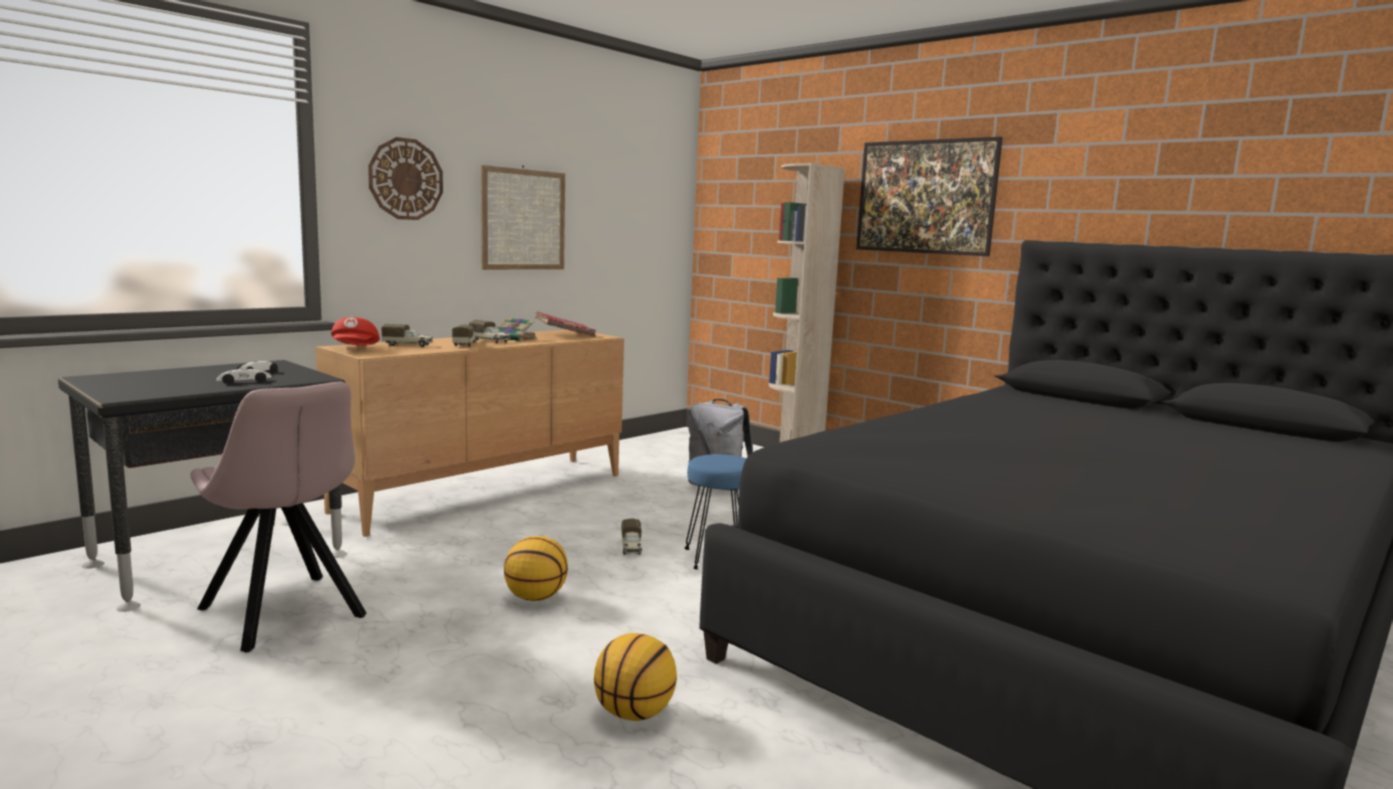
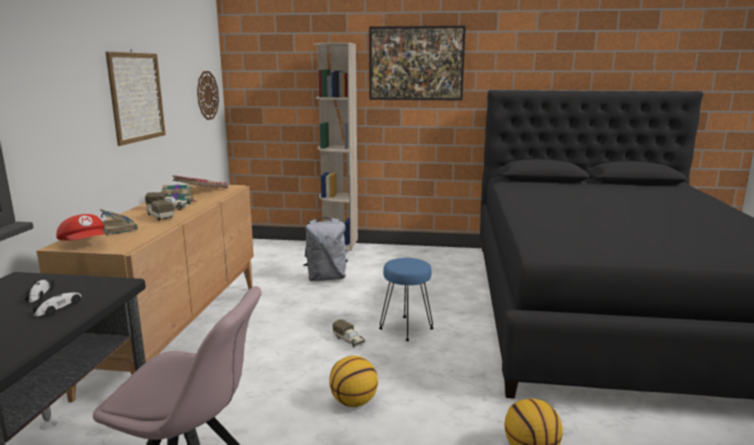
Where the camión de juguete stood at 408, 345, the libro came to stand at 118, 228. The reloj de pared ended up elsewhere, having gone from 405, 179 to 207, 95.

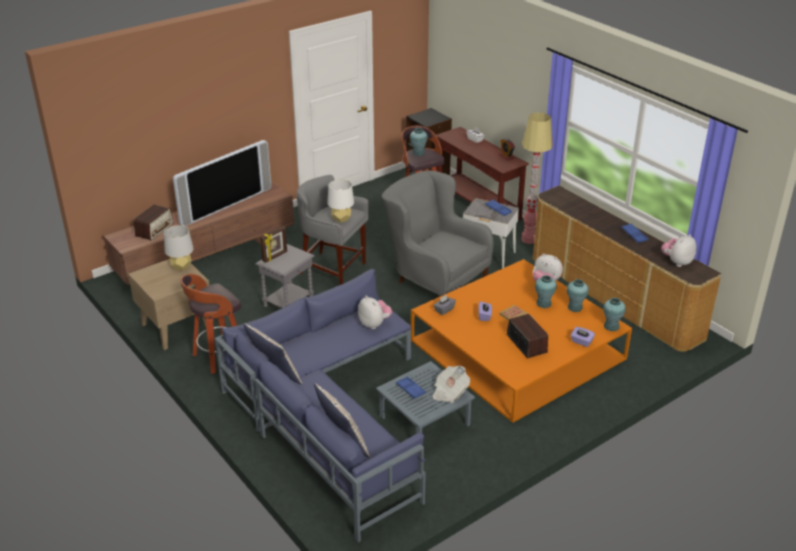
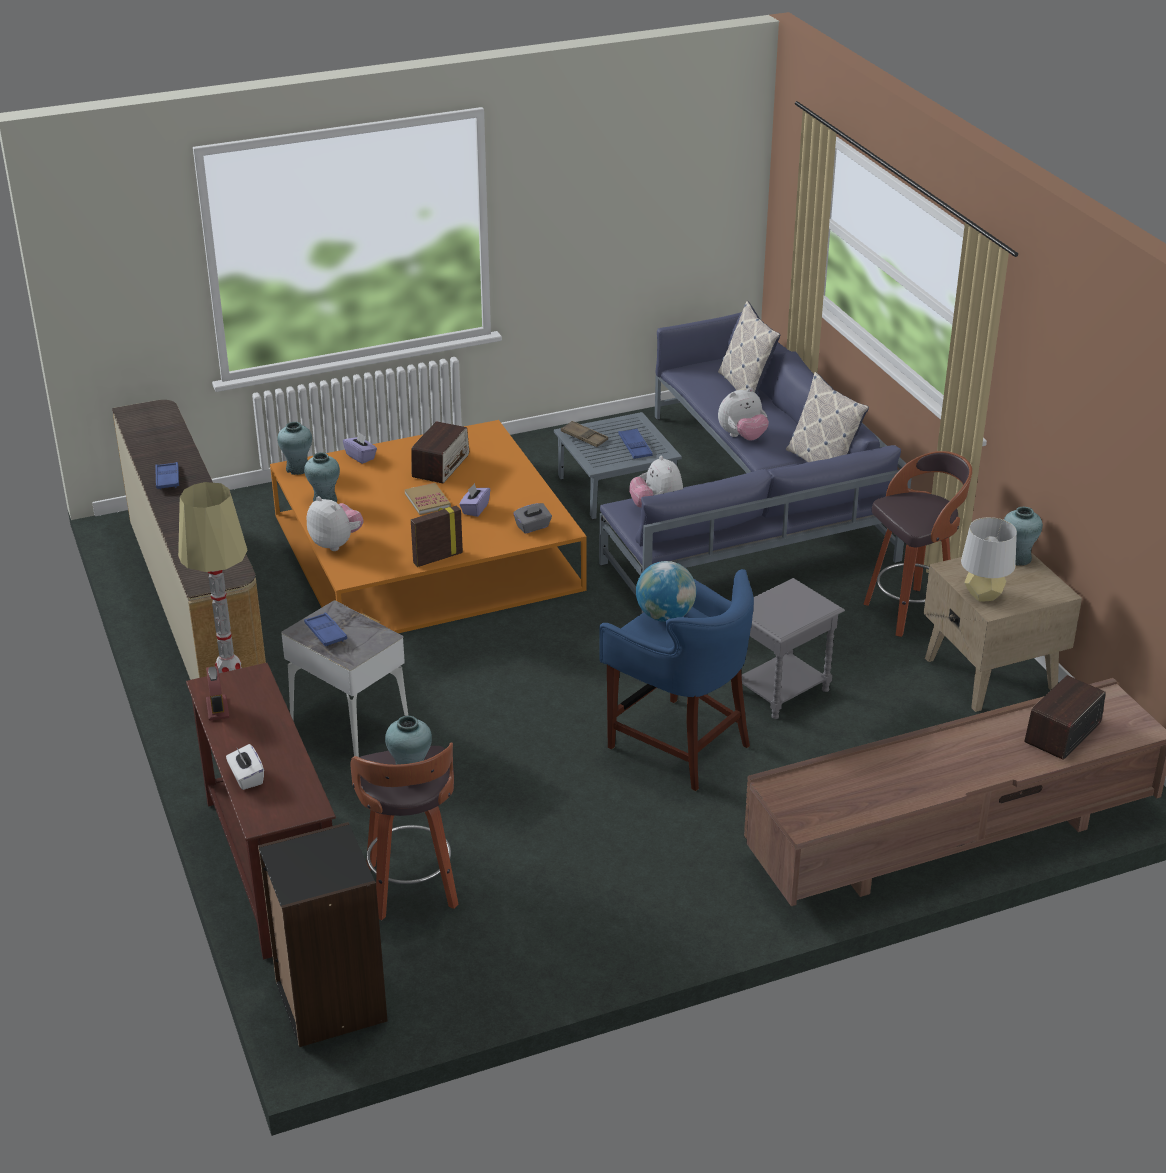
The radio at 526, 343 ended up facing another way, 150 degrees counterclockwise from before. The portarretratos ended up elsewhere, having gone from 275, 256 to 437, 558. Where the periódico stood at 449, 392, the bandeja [marrón] came to stand at 584, 437. What was the taburete [gris] at 333, 270 turned into the taburete [azul] at 679, 744. Where the lámpara de mesa [blanco] stood at 341, 219, the globo terráqueo came to stand at 665, 616. The peluche ended up elsewhere, having gone from 677, 262 to 742, 437. The florero [turquesa] ended up elsewhere, having gone from 543, 303 to 1017, 558. The second view lost the televisor at 225, 205. The second view lost the sillón [gris] at 433, 279.

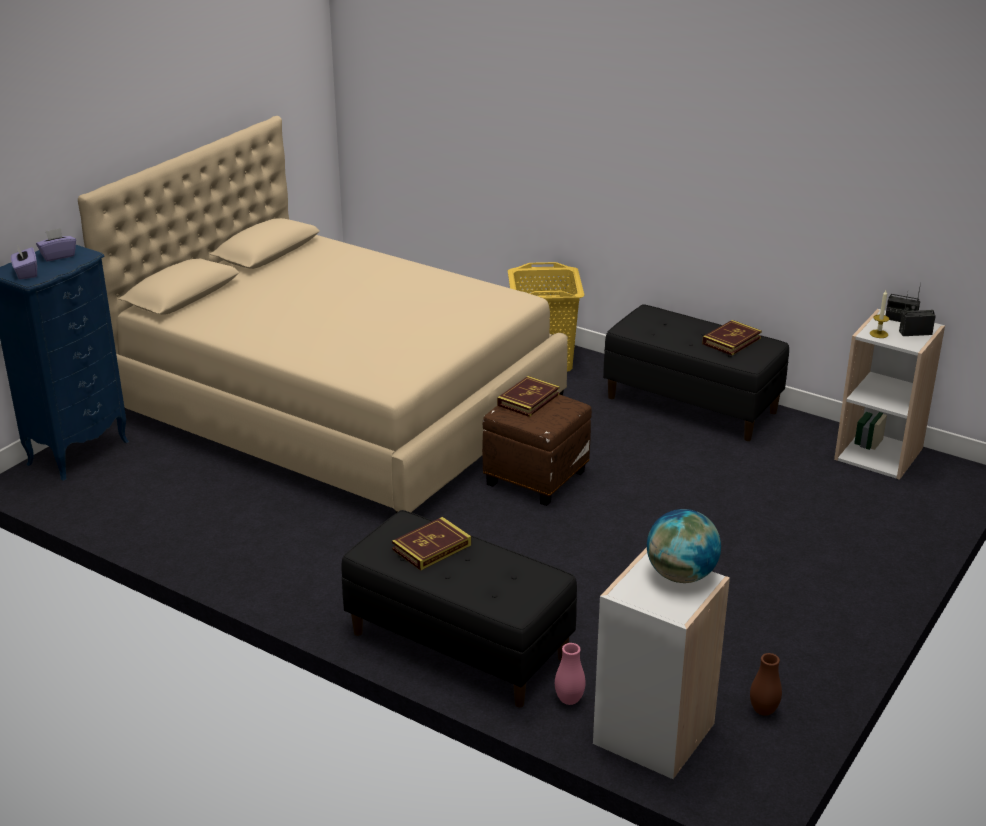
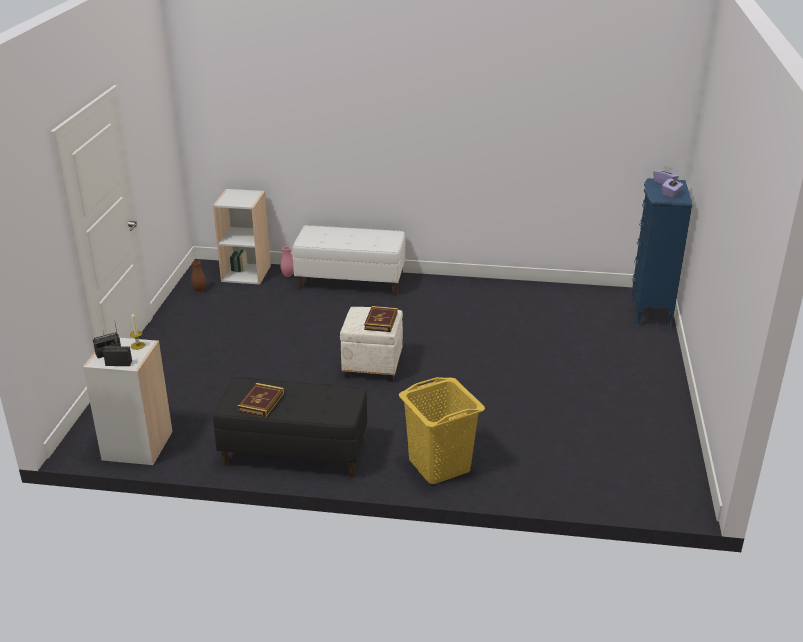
What was the banco [negro] at 457, 645 turned into the banco [blanco] at 351, 281. What was the puf [marrón] at 536, 477 turned into the puf [blanco] at 373, 366. The second view lost the cama [beis] at 339, 409. The second view lost the libro at 431, 547. The second view lost the globo terráqueo at 681, 575.

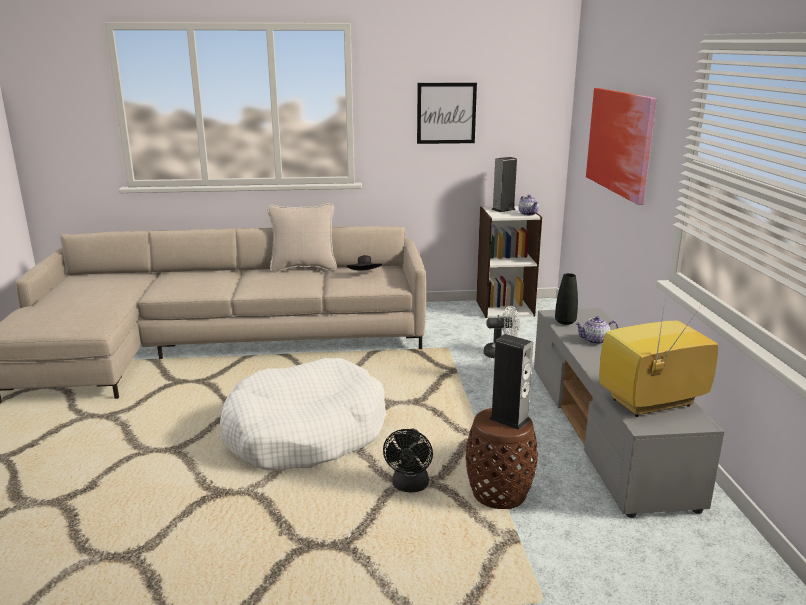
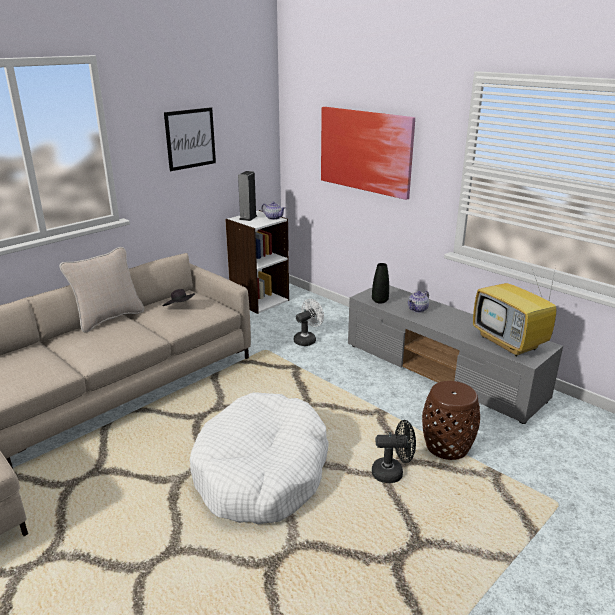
The ventilador [negro] at 409, 486 ended up facing another way, 60 degrees counterclockwise from before. The televisor at 650, 404 ended up facing another way, 60 degrees counterclockwise from before. The second view lost the altavoz at 509, 419.

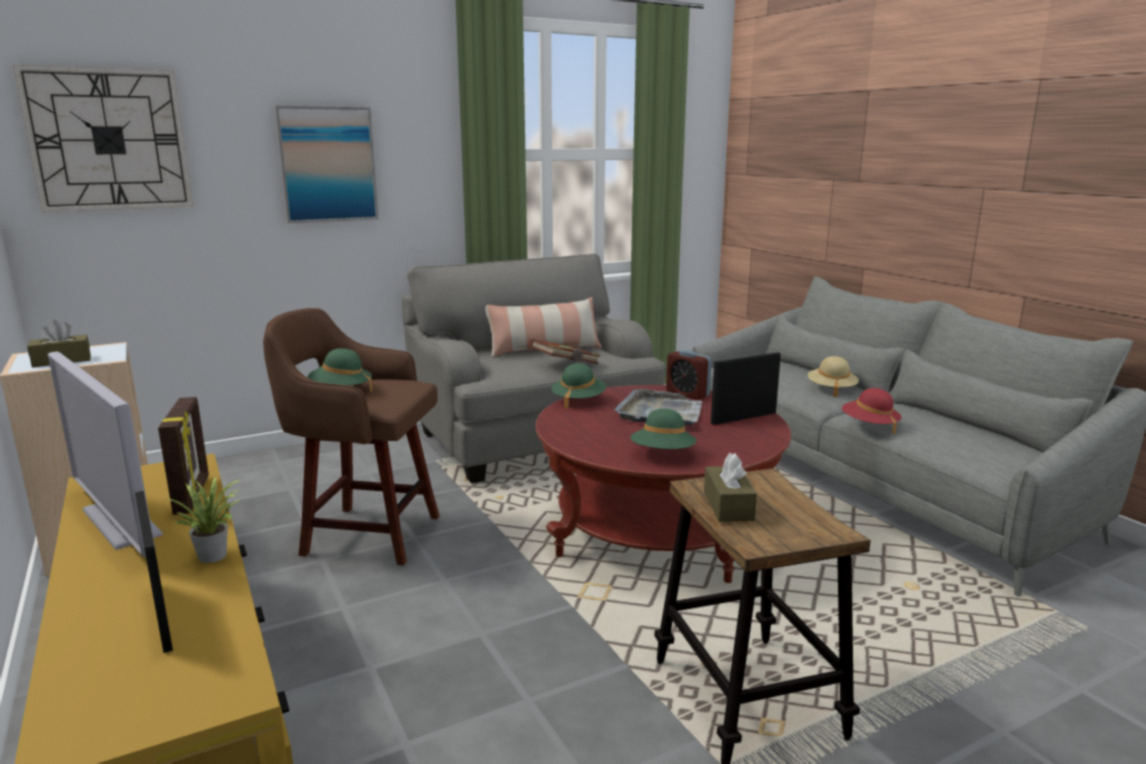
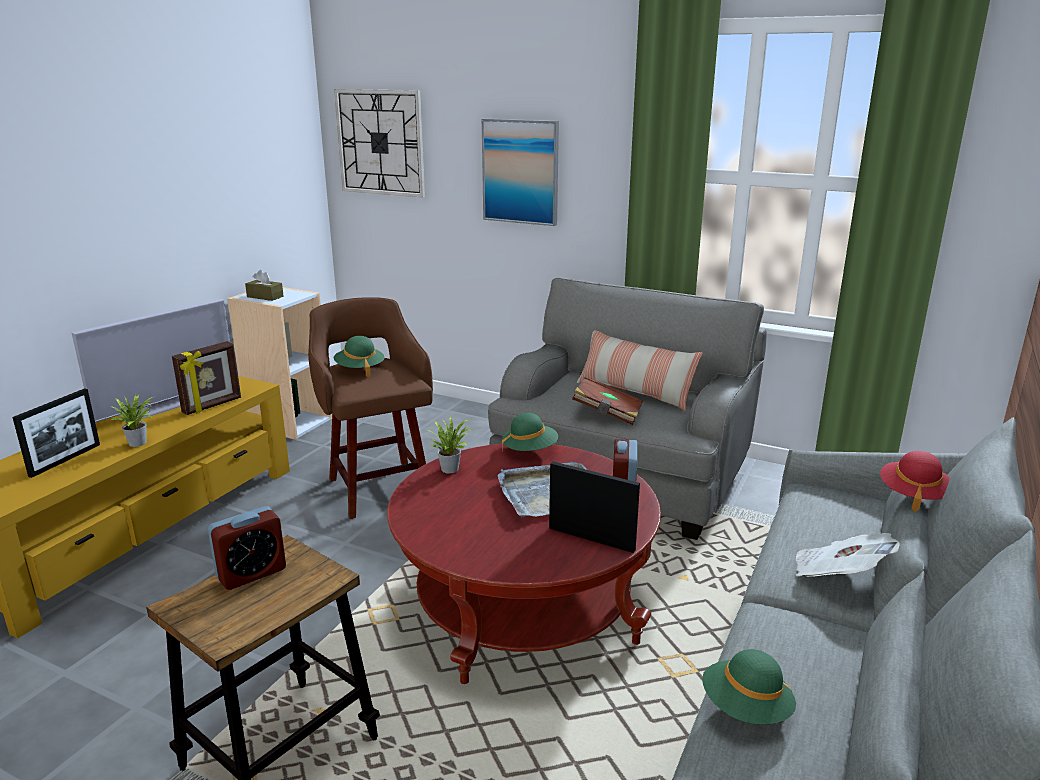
The televisor at 121, 522 ended up facing another way, 150 degrees counterclockwise from before. Where the caja de pañuelos [marrón] stood at 728, 506, the despertador came to stand at 251, 573. The second view gained the planta en maceta at 450, 468. The sombrero [verde] ended up elsewhere, having gone from 663, 454 to 746, 708. Where the sombrero [beis] stood at 831, 389, the periódico came to stand at 837, 575. The sombrero [rojo] ended up elsewhere, having gone from 869, 425 to 913, 495.

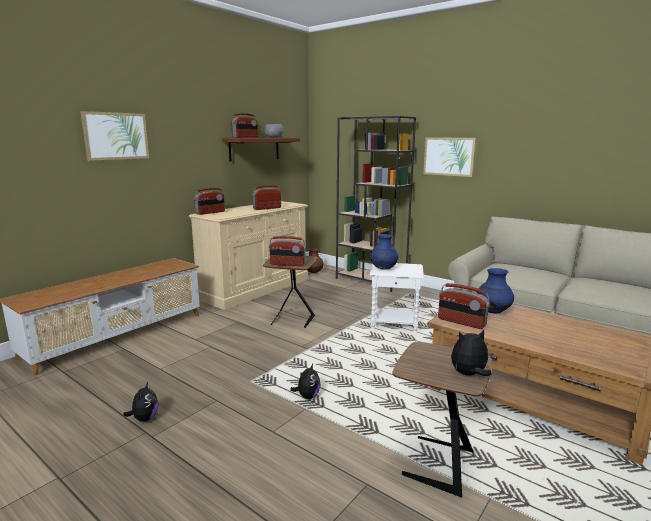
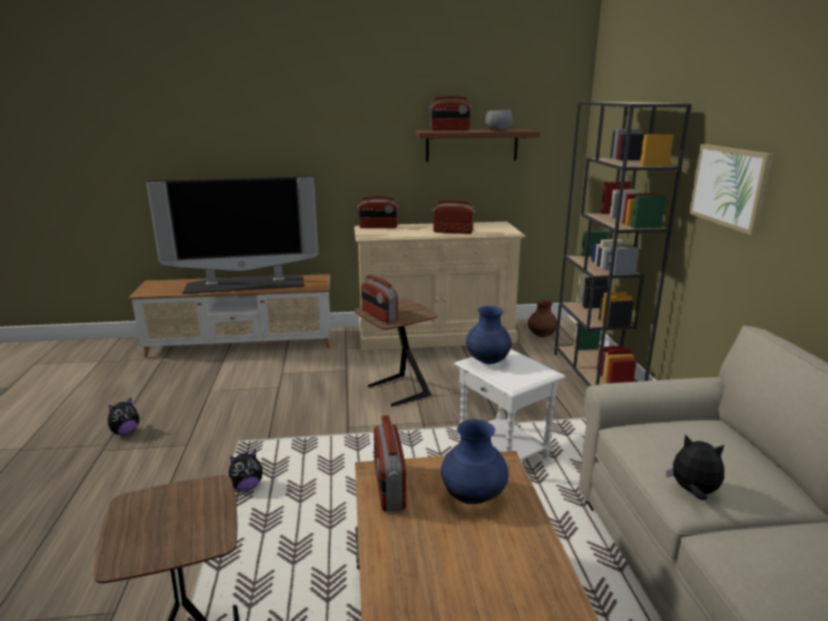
The second view gained the televisor at 245, 284. The peluche ended up elsewhere, having gone from 469, 375 to 693, 492. The second view lost the cuadro at 116, 136.

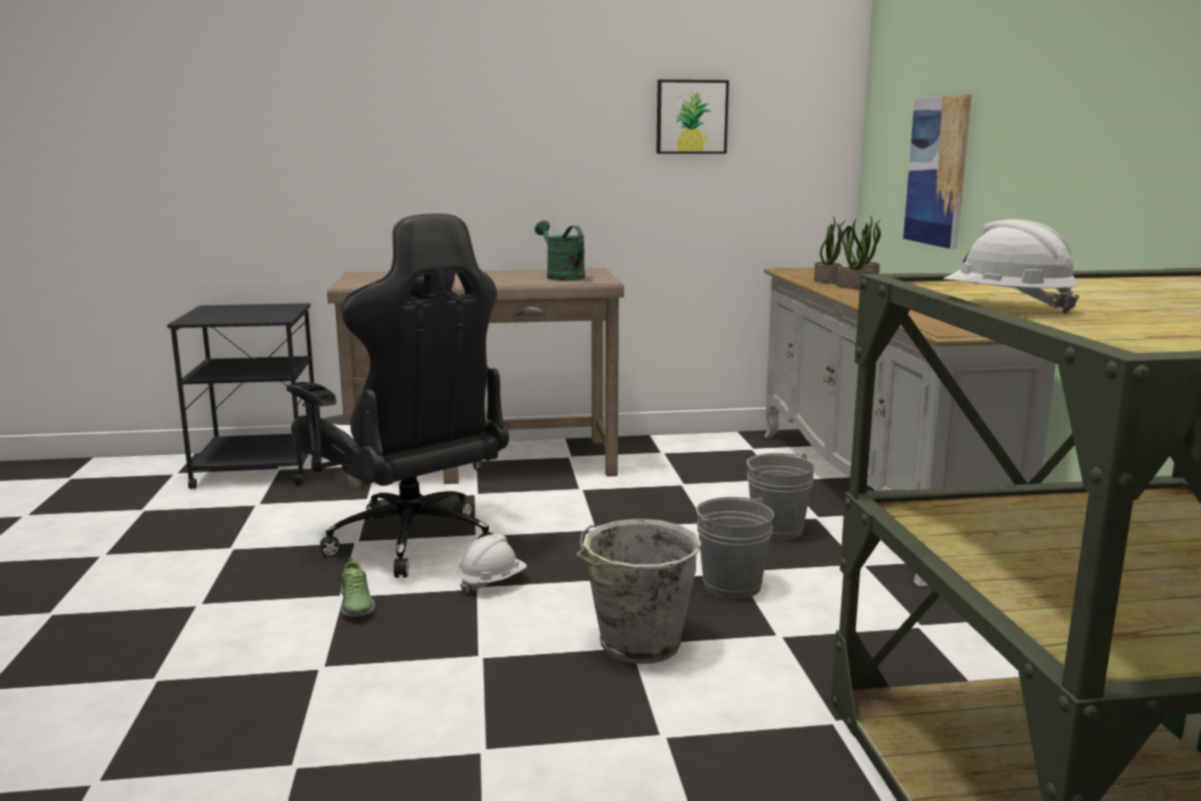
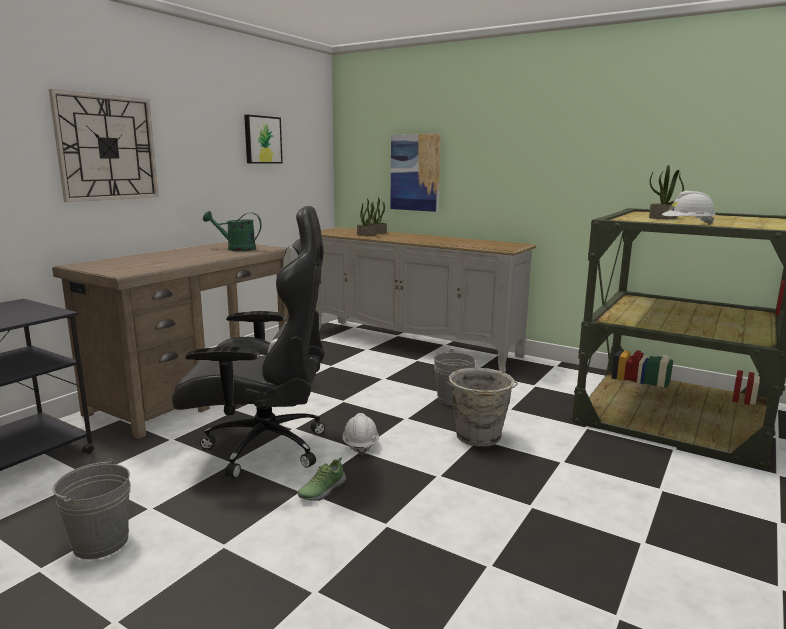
The second view gained the reloj de pared at 107, 148. The cubo [gris] ended up elsewhere, having gone from 777, 529 to 101, 542. The zapato at 356, 604 ended up facing another way, 105 degrees clockwise from before. The planta en maceta ended up elsewhere, having gone from 852, 287 to 662, 218.

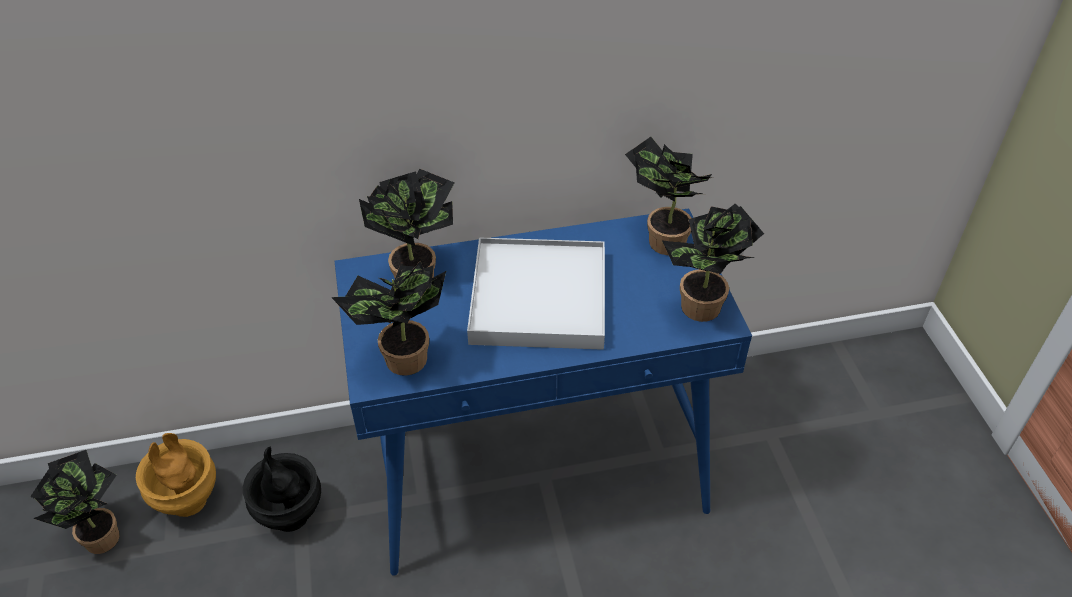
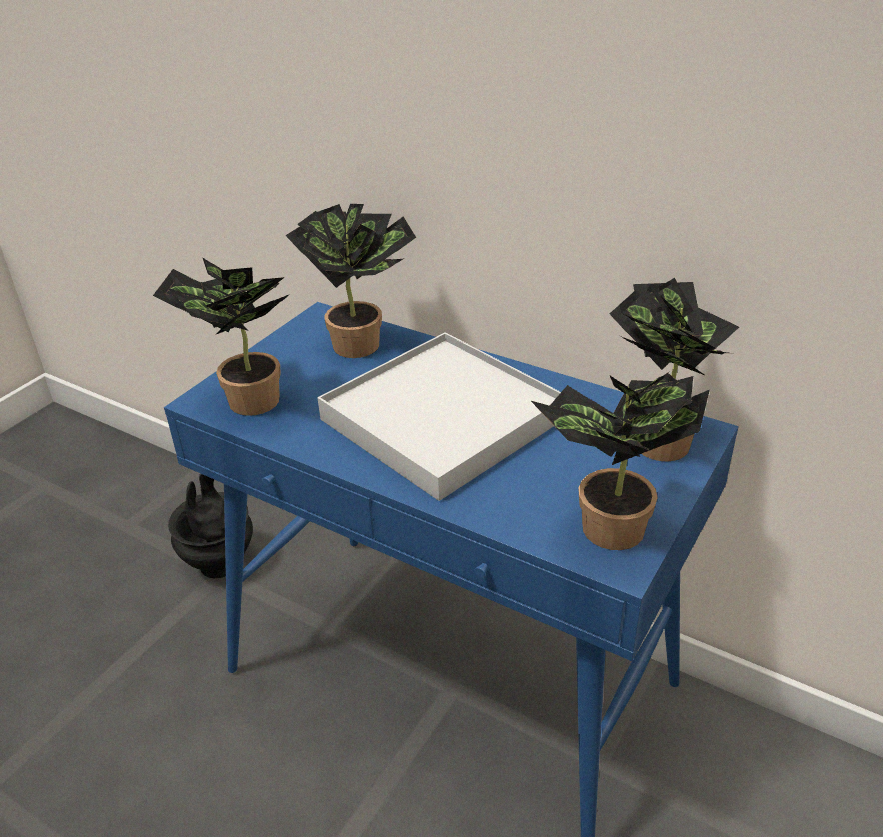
The second view lost the planta en maceta at 99, 535. The second view lost the florero [marrón] at 189, 500.

